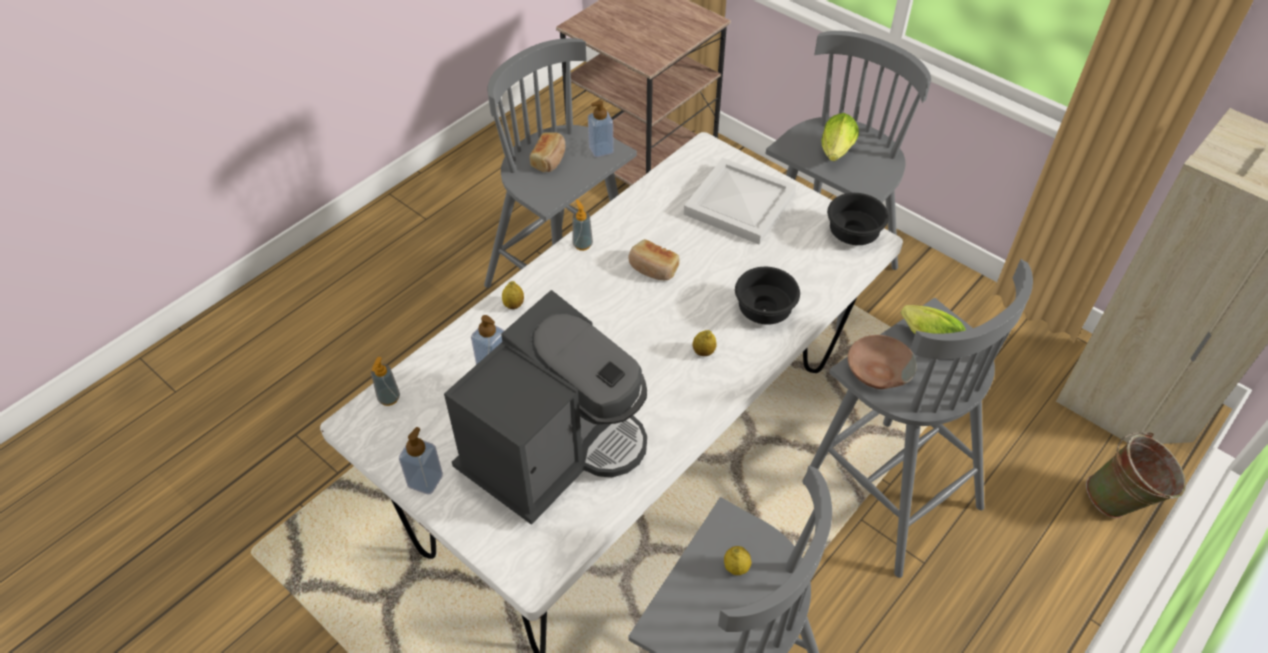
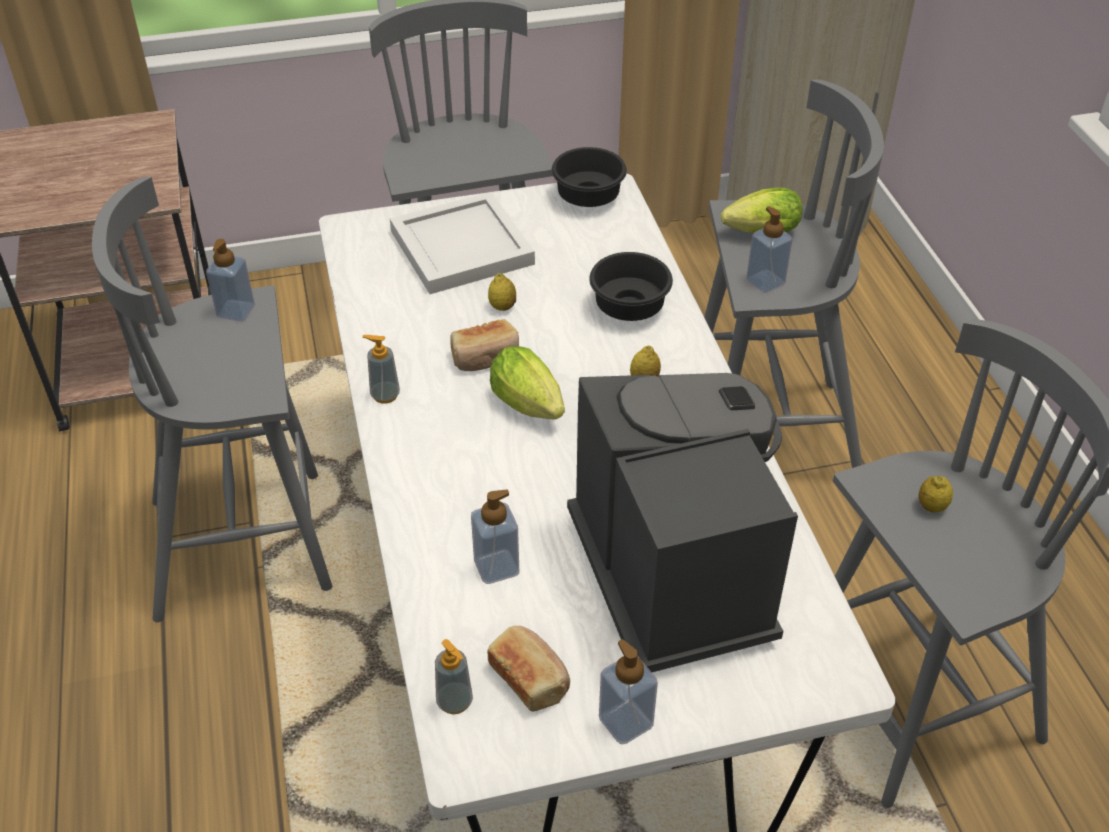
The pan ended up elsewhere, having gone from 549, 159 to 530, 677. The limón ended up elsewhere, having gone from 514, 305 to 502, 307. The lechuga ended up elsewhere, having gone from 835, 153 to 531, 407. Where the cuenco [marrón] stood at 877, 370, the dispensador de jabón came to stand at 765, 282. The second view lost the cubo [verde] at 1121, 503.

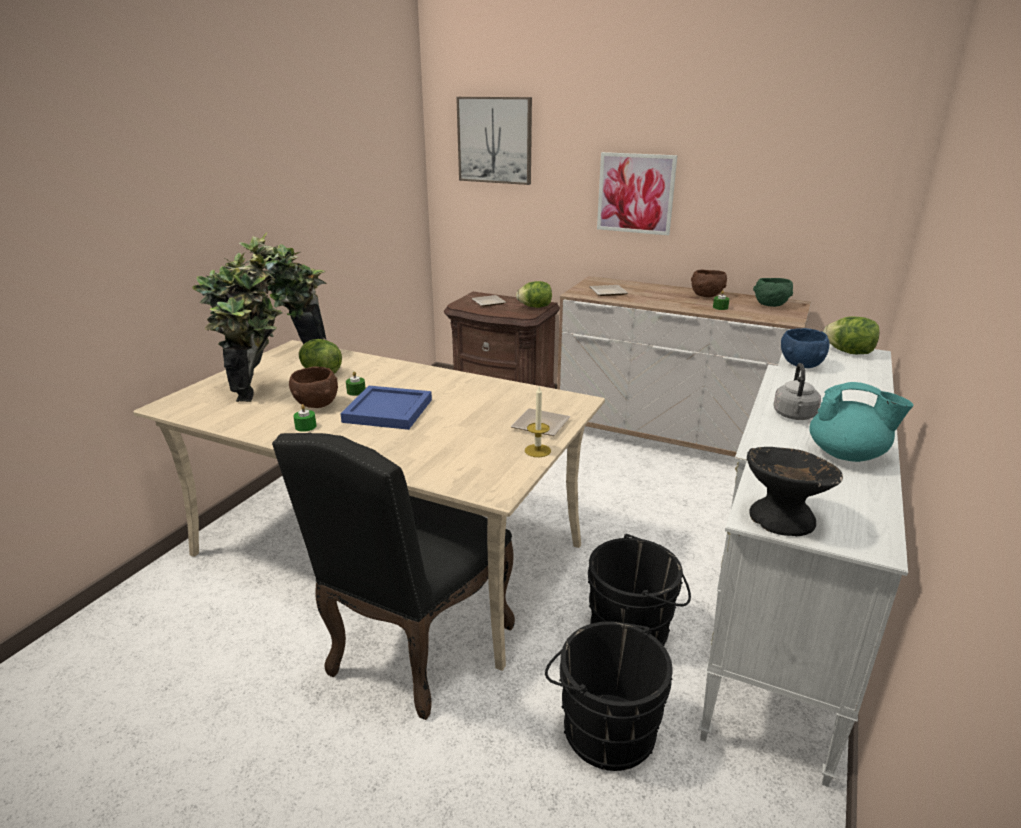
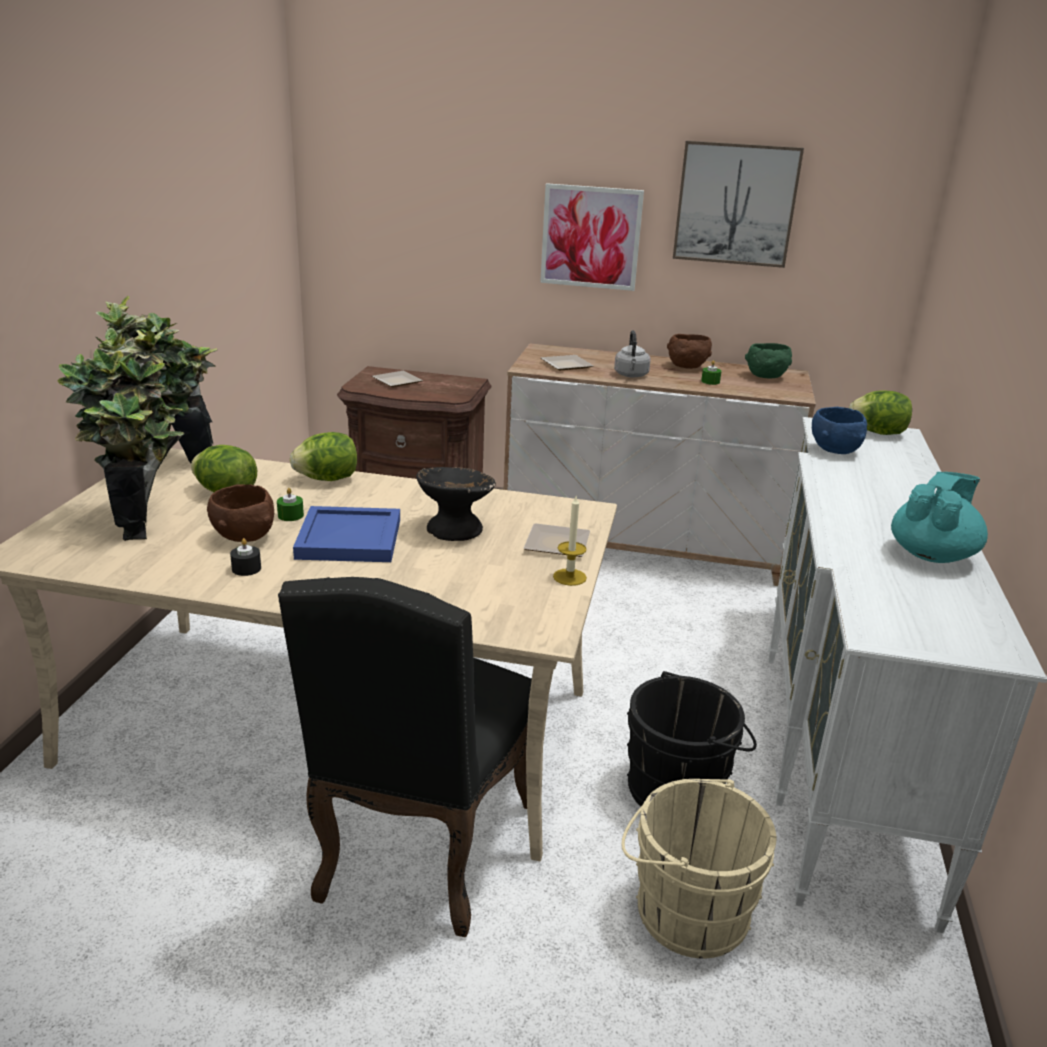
What was the vela [verde] at 305, 426 turned into the vela [negro] at 246, 568. The lechuga ended up elsewhere, having gone from 535, 307 to 327, 479. The cuenco [negro] ended up elsewhere, having gone from 781, 518 to 454, 529. The hervidor [gris] ended up elsewhere, having gone from 794, 416 to 631, 375. What was the cubo [negro] at 604, 728 turned into the cubo [beis] at 685, 910. The cuadro ended up elsewhere, having gone from 495, 140 to 735, 204. The tetera [turquesa] at 847, 455 ended up facing another way, 60 degrees counterclockwise from before.

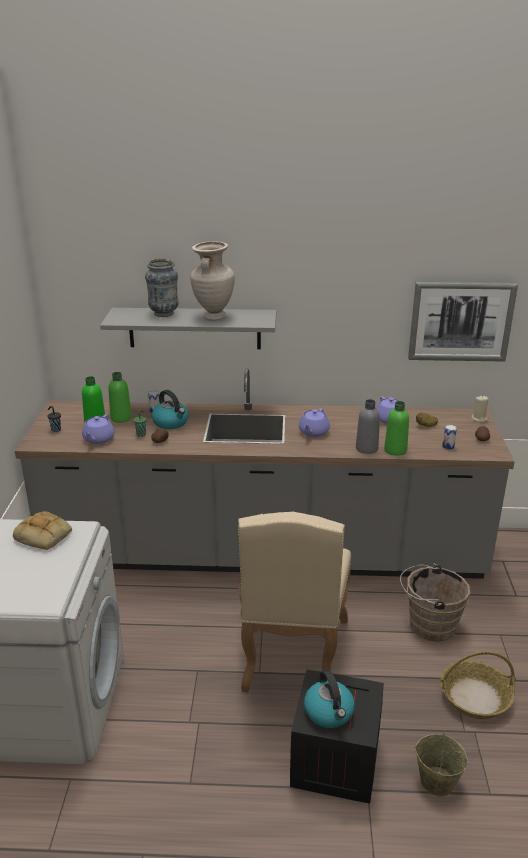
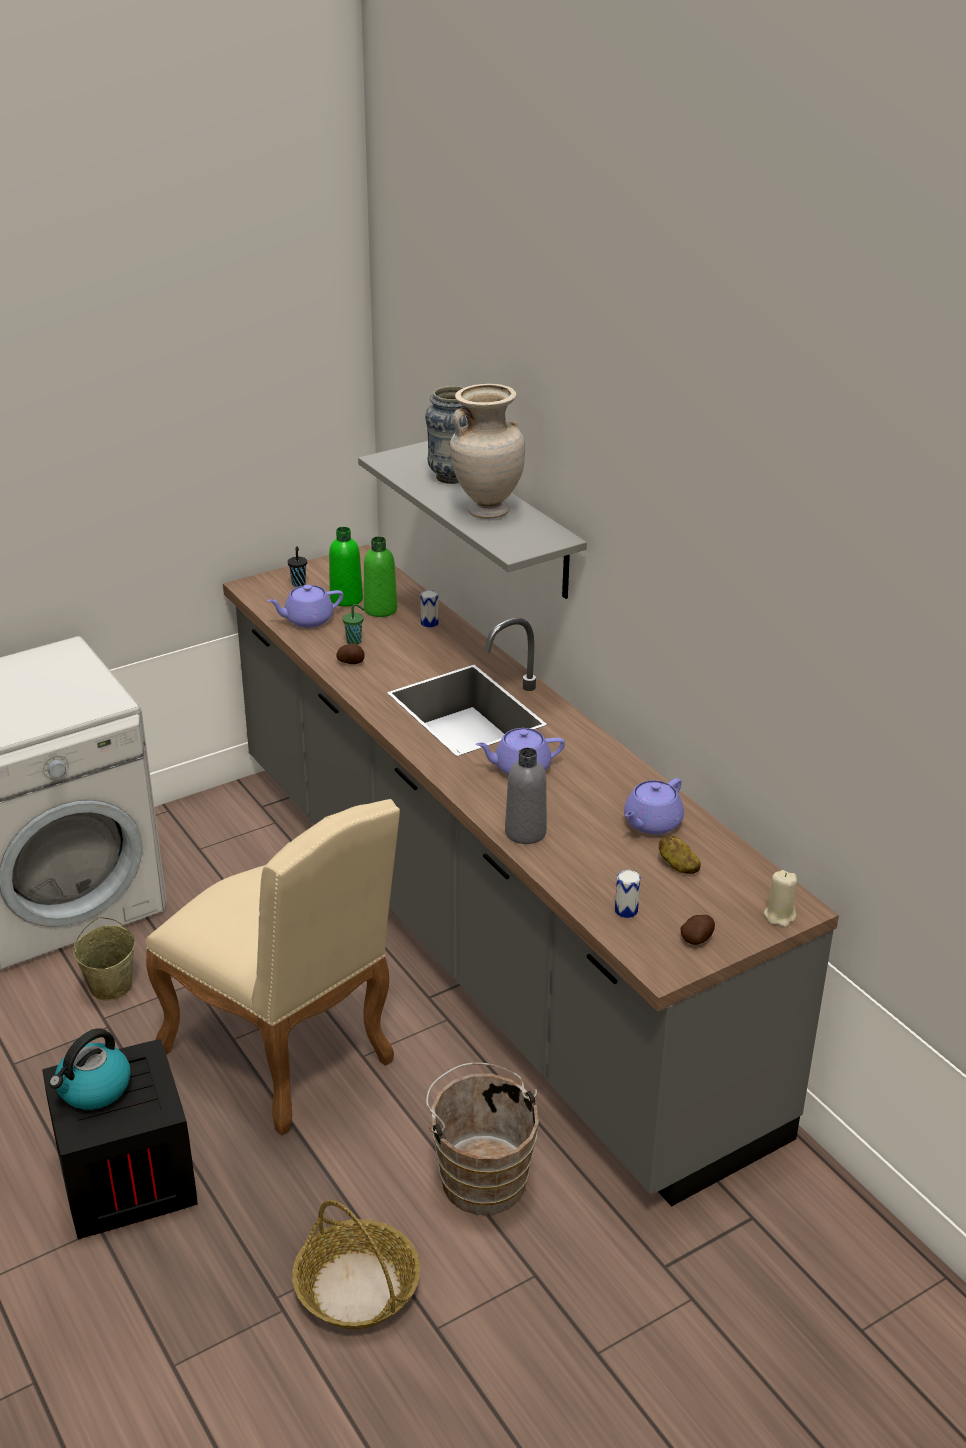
The cubo [beis] ended up elsewhere, having gone from 436, 781 to 111, 985. The silla [beis] at 290, 656 ended up facing another way, 105 degrees counterclockwise from before. The second view lost the pan at 44, 535. The second view lost the hervidor at 171, 423. The second view lost the botella [verde] at 395, 450. The second view lost the cuadro at 460, 321.

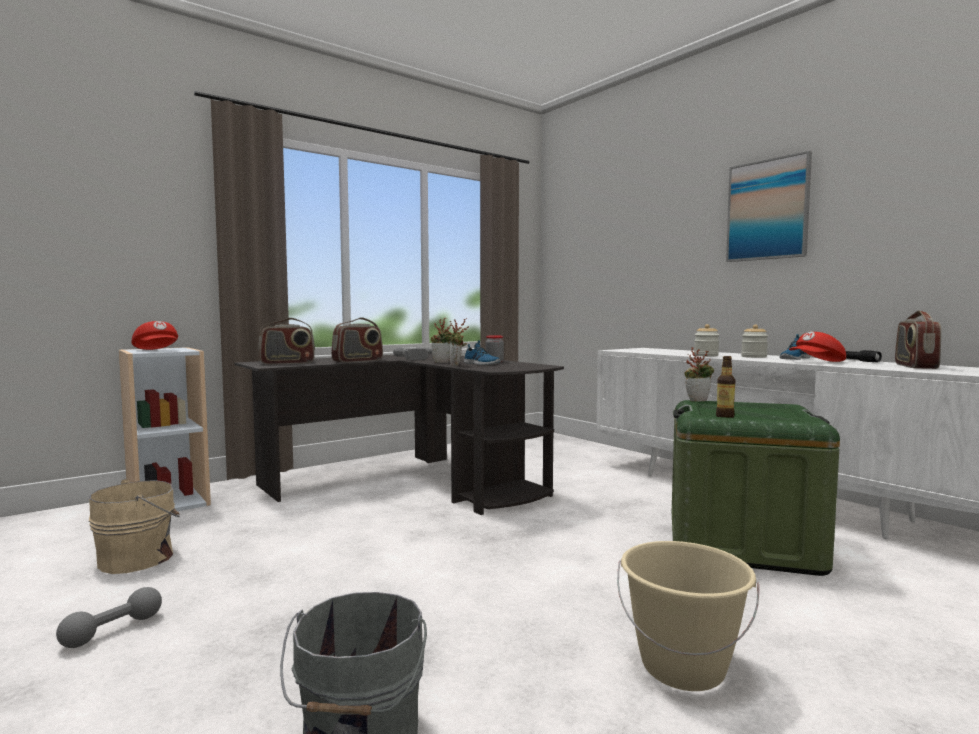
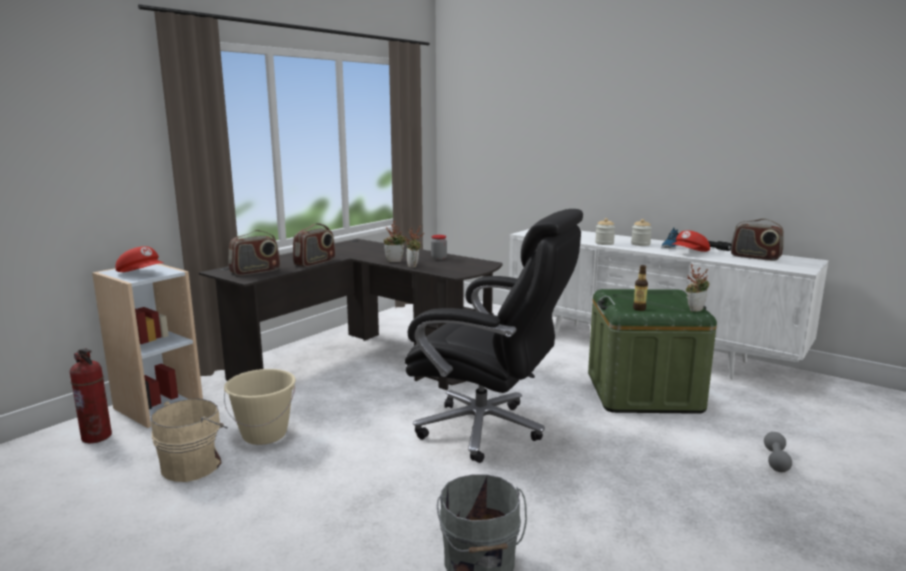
The second view gained the extintor at 97, 436. The cubo [beis] ended up elsewhere, having gone from 683, 667 to 265, 434. The second view gained the silla de oficina [negro] at 488, 431. The planta en maceta ended up elsewhere, having gone from 697, 400 to 695, 309. The radio at 915, 366 ended up facing another way, 60 degrees counterclockwise from before. The mancuerna [gris] ended up elsewhere, having gone from 113, 631 to 776, 460. The second view lost the taladro at 418, 358. The second view lost the zapato at 481, 364. The second view lost the cuadro at 768, 210.

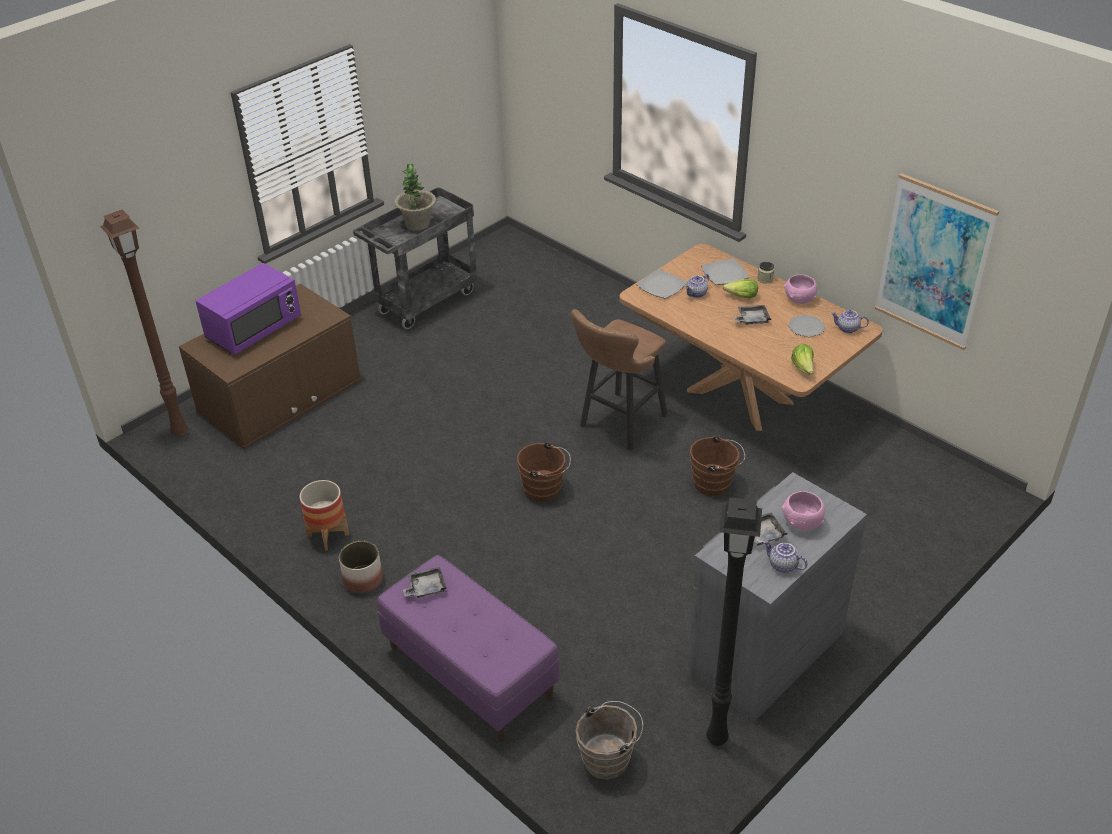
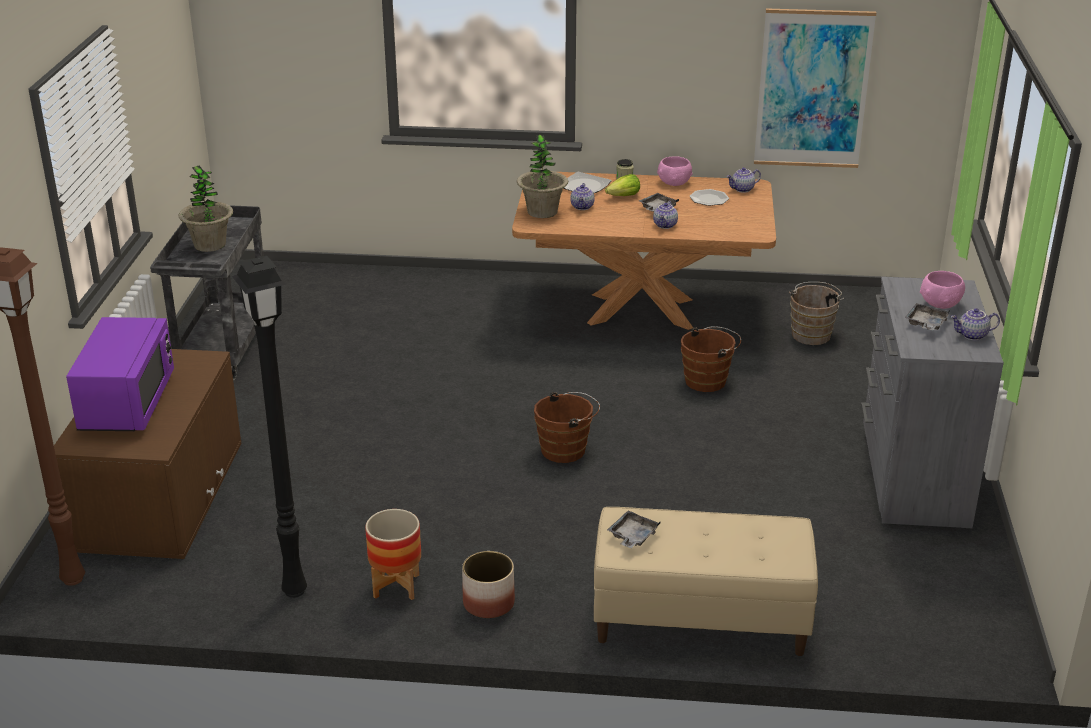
The lámpara de pie [negro] ended up elsewhere, having gone from 715, 739 to 293, 592. Where the plato stood at 661, 286, the planta en maceta came to stand at 542, 212. What was the banco [morado] at 469, 672 turned into the banco [beis] at 699, 620. The second view gained the tetera at 665, 225. The cubo [marrón] ended up elsewhere, having gone from 609, 758 to 812, 334. The second view lost the taburete [marrón] at 617, 426. The second view lost the lechuga at 803, 368.

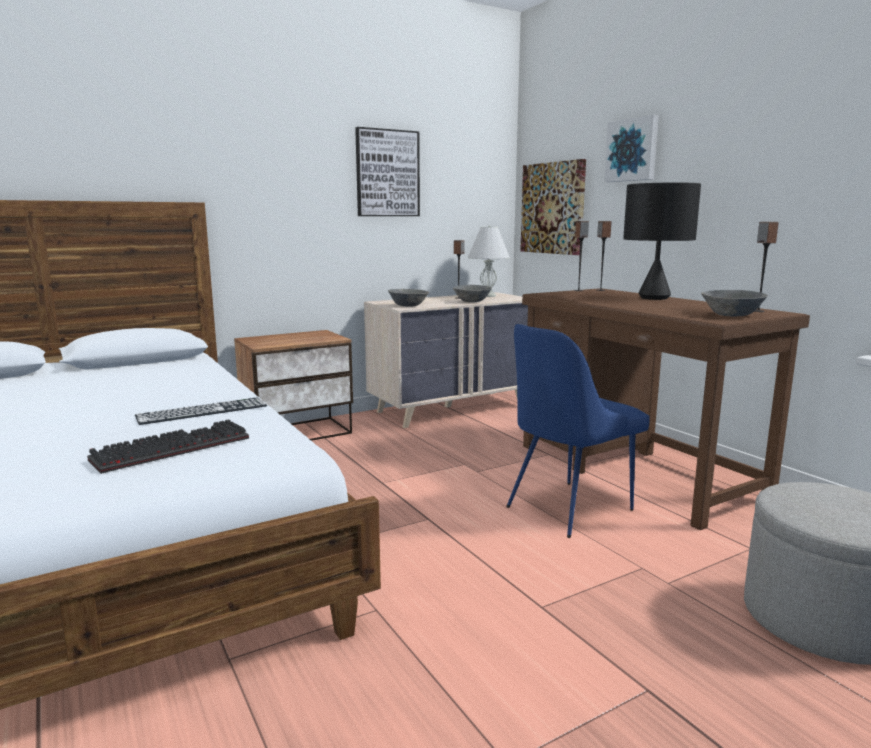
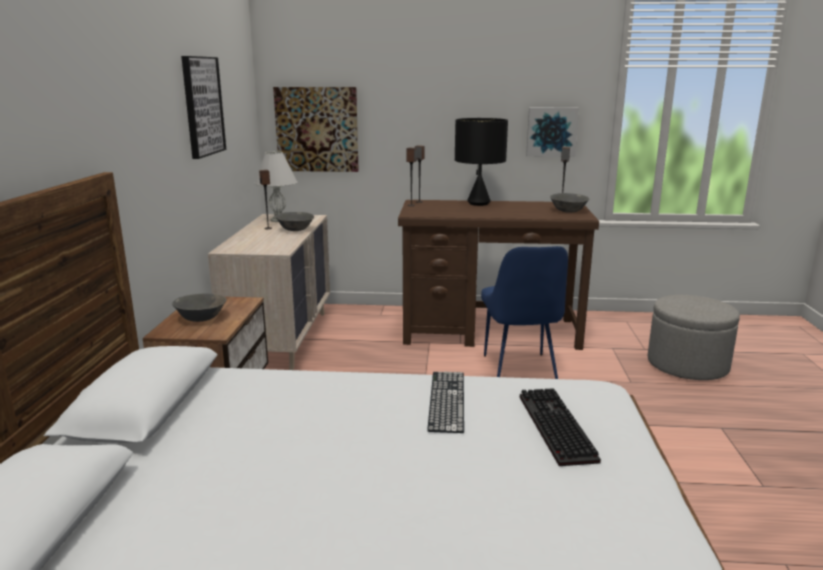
The cuenco [gris] ended up elsewhere, having gone from 407, 305 to 201, 318. The cuadro ended up elsewhere, having gone from 632, 150 to 551, 131.

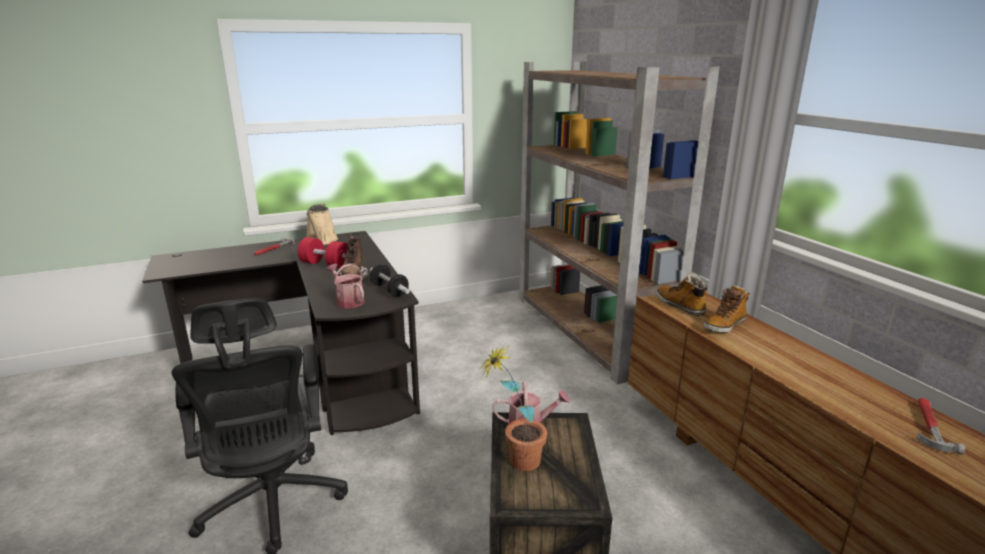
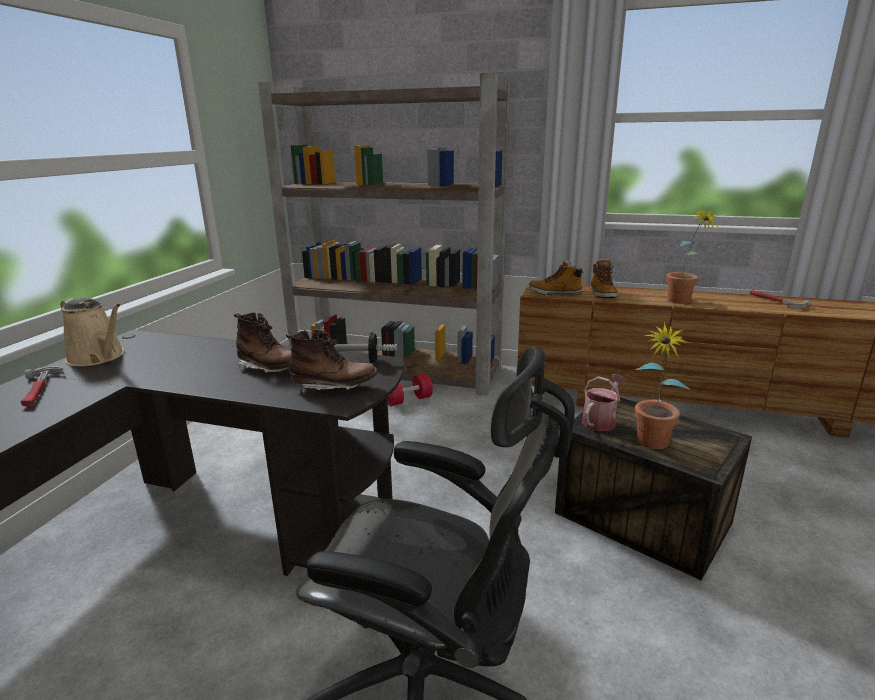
Where the regadera stood at 348, 301, the bota [marrón] came to stand at 334, 387. The mancuerna [rojo] ended up elsewhere, having gone from 325, 264 to 408, 400. The second view gained the planta en maceta at 682, 302.

